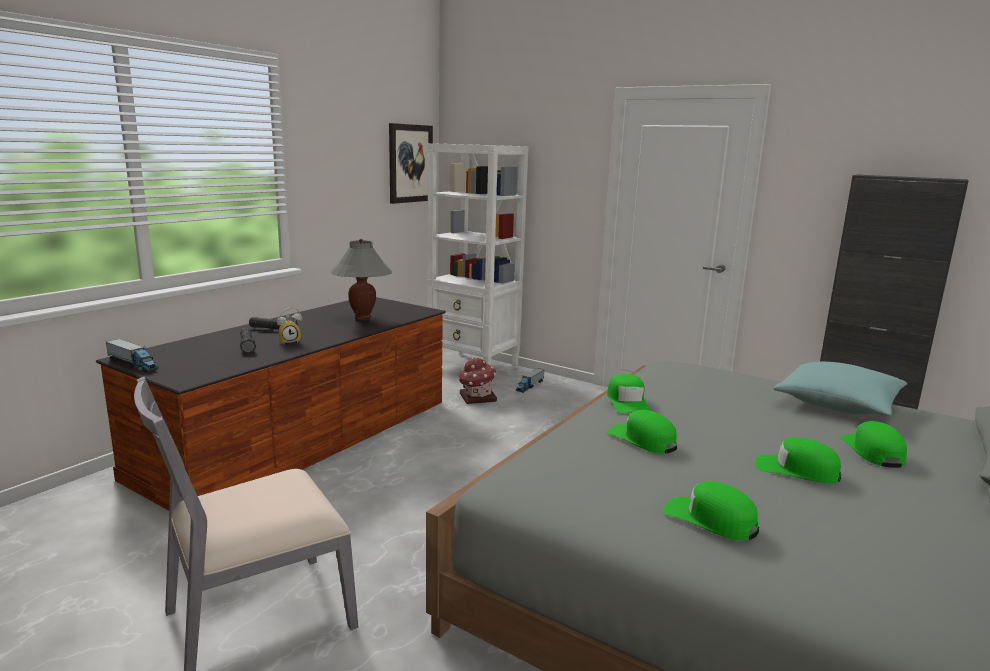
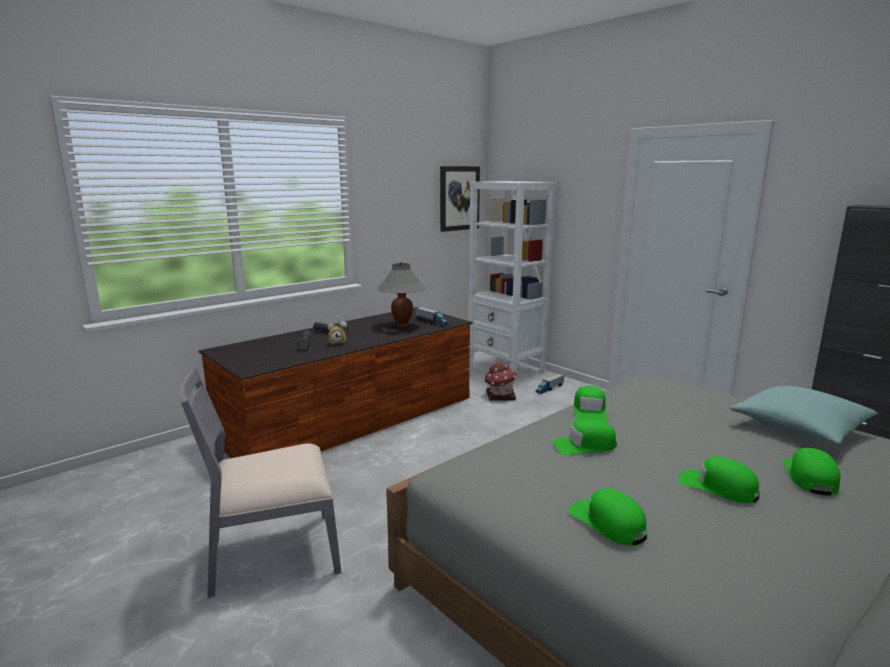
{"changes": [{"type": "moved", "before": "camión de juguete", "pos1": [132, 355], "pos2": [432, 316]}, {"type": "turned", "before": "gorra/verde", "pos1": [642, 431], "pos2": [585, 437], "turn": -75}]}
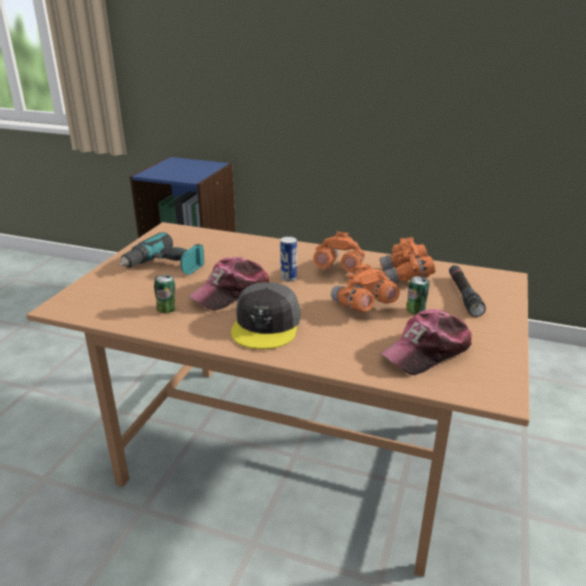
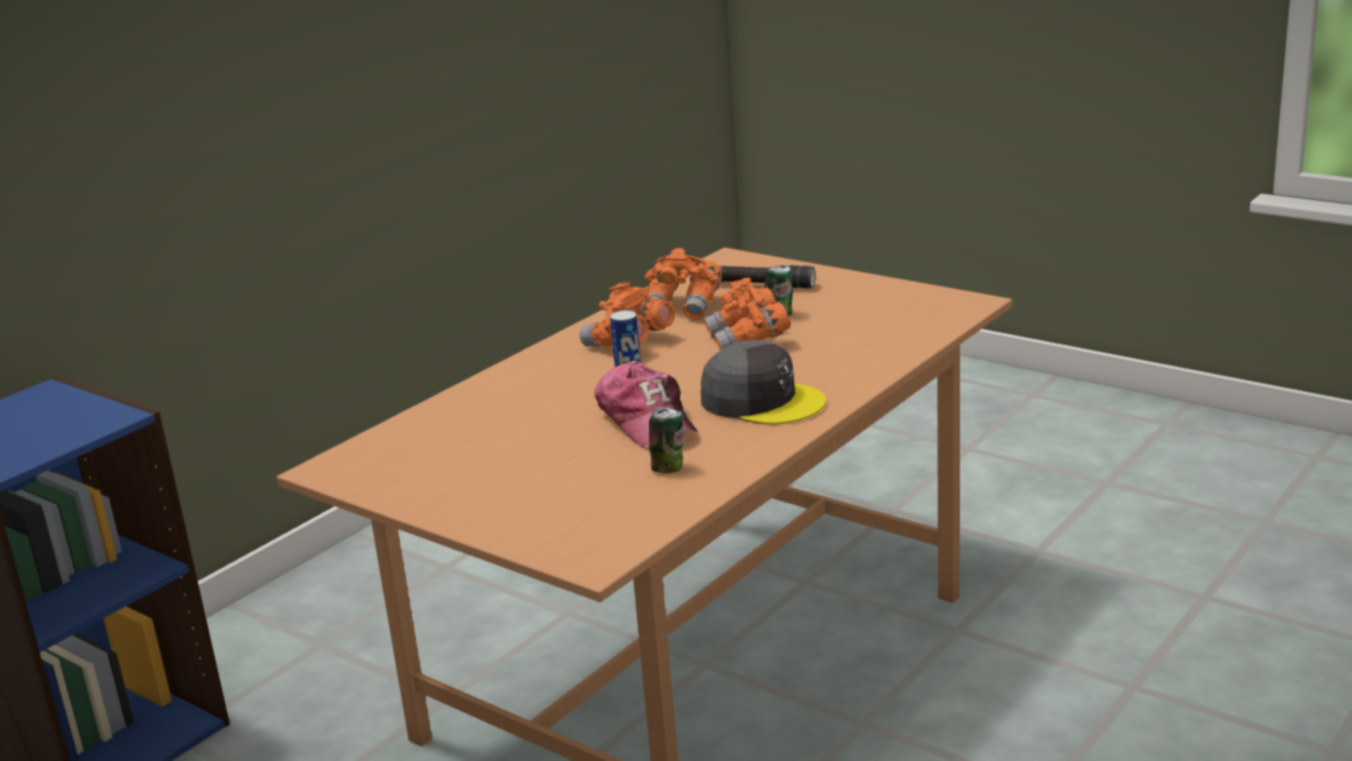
{"changes": [{"type": "removed", "before": "taladro", "pos1": [161, 253]}, {"type": "removed", "before": "gorra", "pos1": [426, 342]}]}
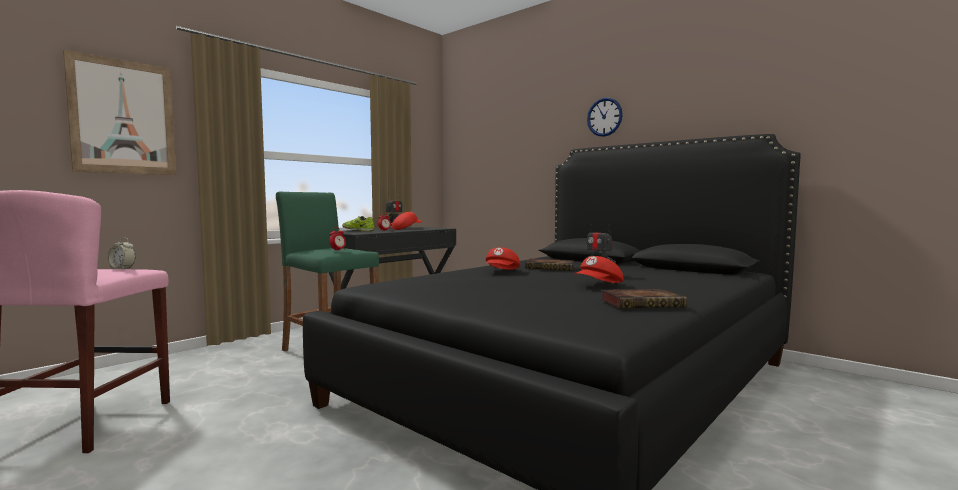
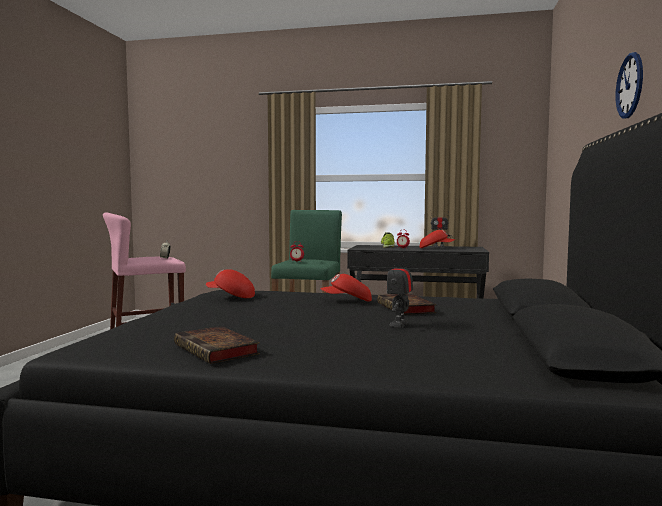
{"changes": [{"type": "removed", "before": "cuadro", "pos1": [119, 112]}, {"type": "moved", "before": "gorra/rojo", "pos1": [599, 269], "pos2": [230, 283]}]}
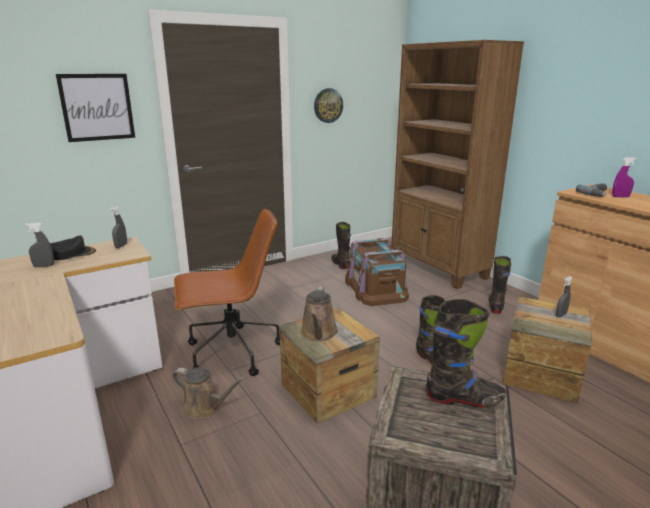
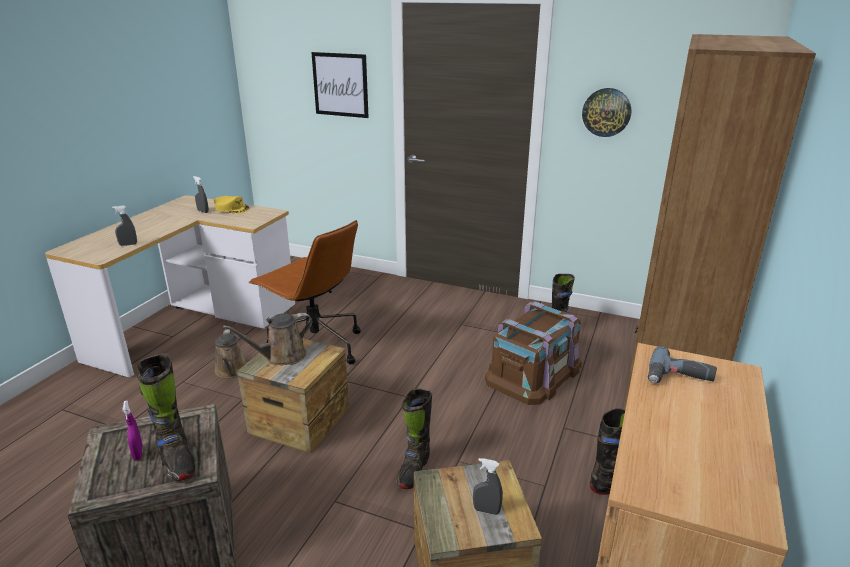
{"changes": [{"type": "moved", "before": "pulverizador/gris", "pos1": [118, 227], "pos2": [124, 225]}, {"type": "moved", "before": "pulverizador/morado", "pos1": [624, 177], "pos2": [133, 430]}, {"type": "recoloured", "before": "gorra/negro", "after": "gorra/amarillo", "pos1": [73, 247], "pos2": [232, 205]}]}
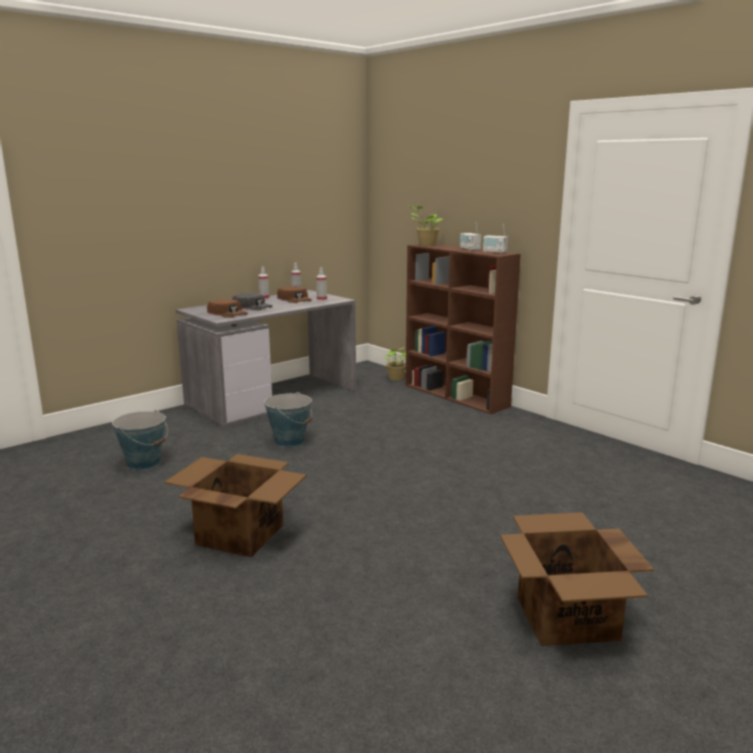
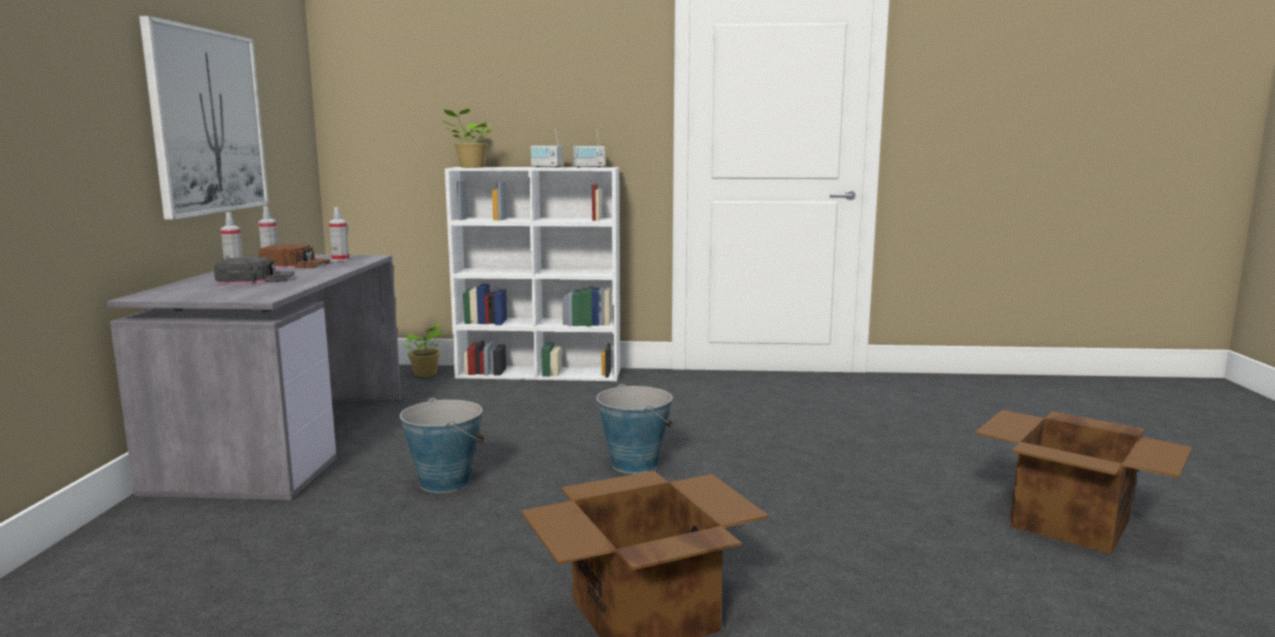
{"changes": [{"type": "removed", "before": "gorra/marrón", "pos1": [227, 308]}, {"type": "added", "after": "cuadro", "pos2": [204, 118]}, {"type": "moved", "before": "cubo", "pos1": [140, 440], "pos2": [635, 428]}, {"type": "recoloured", "before": "estantería/marrón", "after": "estantería/blanco", "pos1": [462, 329], "pos2": [532, 274]}]}
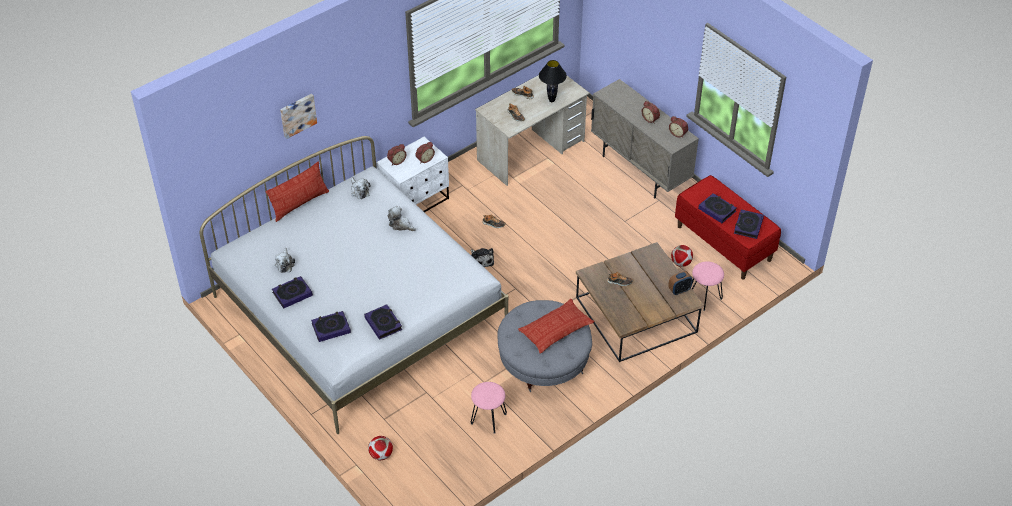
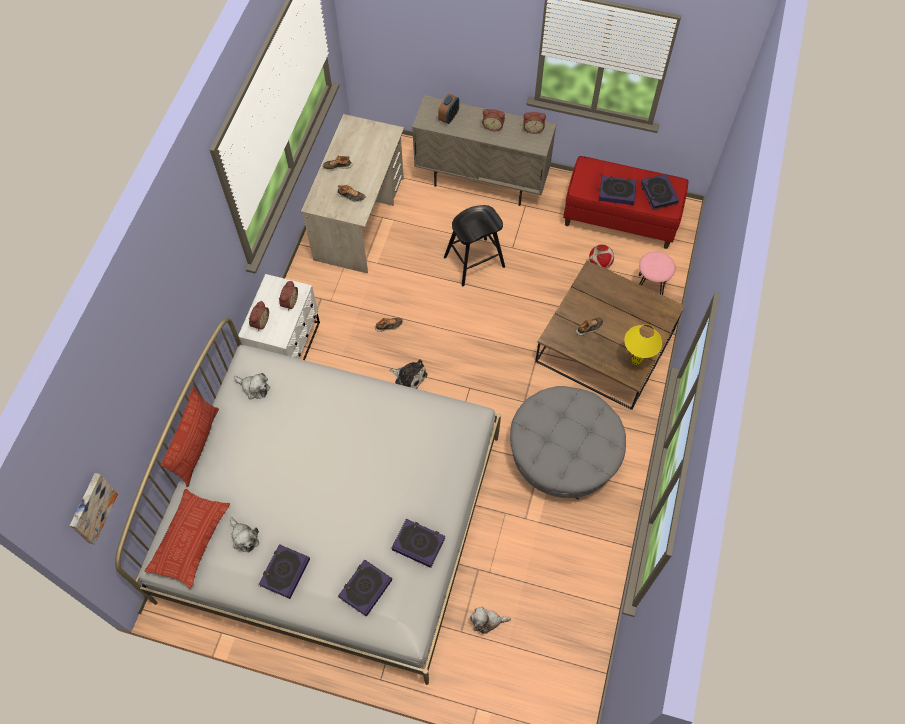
{"changes": [{"type": "removed", "before": "balón de fútbol", "pos1": [380, 448]}, {"type": "removed", "before": "taburete/rosa", "pos1": [489, 408]}, {"type": "removed", "before": "lámpara de mesa/negro", "pos1": [553, 81]}, {"type": "added", "after": "taburete/negro", "pos2": [474, 245]}, {"type": "added", "after": "lámpara de mesa/amarillo", "pos2": [643, 344]}, {"type": "moved", "before": "cuadro", "pos1": [298, 116], "pos2": [94, 509]}, {"type": "moved", "before": "peluche", "pos1": [402, 218], "pos2": [490, 620]}, {"type": "moved", "before": "cojín", "pos1": [556, 326], "pos2": [187, 539]}, {"type": "moved", "before": "despertador", "pos1": [680, 283], "pos2": [448, 109]}]}
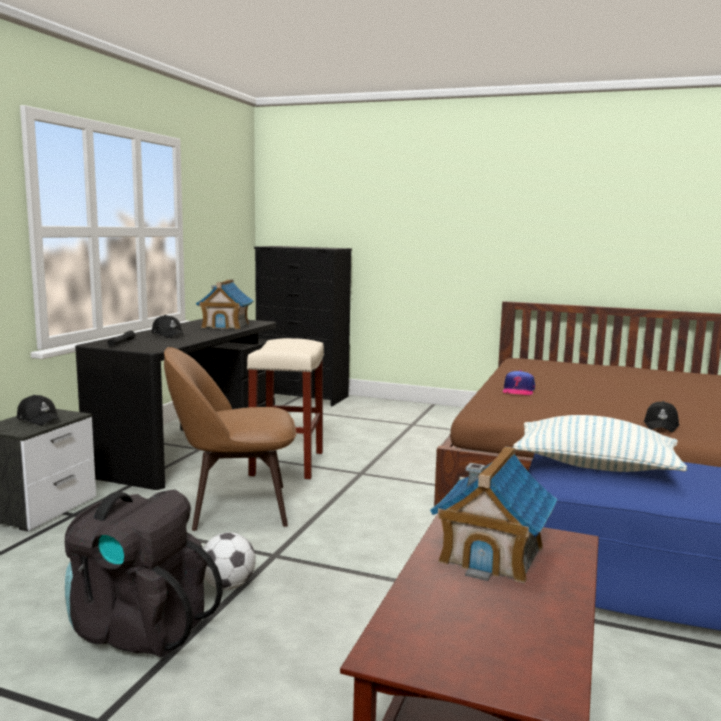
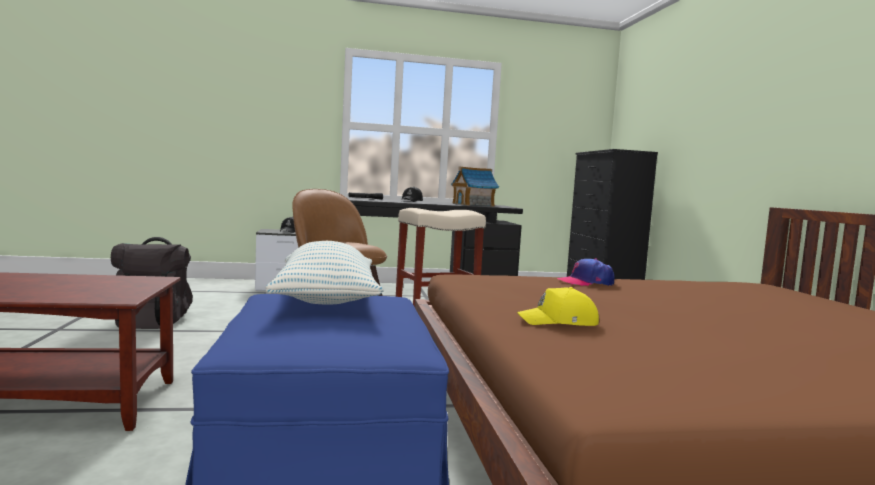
{"changes": [{"type": "removed", "before": "balón de fútbol", "pos1": [229, 561]}, {"type": "removed", "before": "casita", "pos1": [493, 514]}, {"type": "recoloured", "before": "gorra/negro", "after": "gorra/amarillo", "pos1": [661, 416], "pos2": [558, 306]}]}
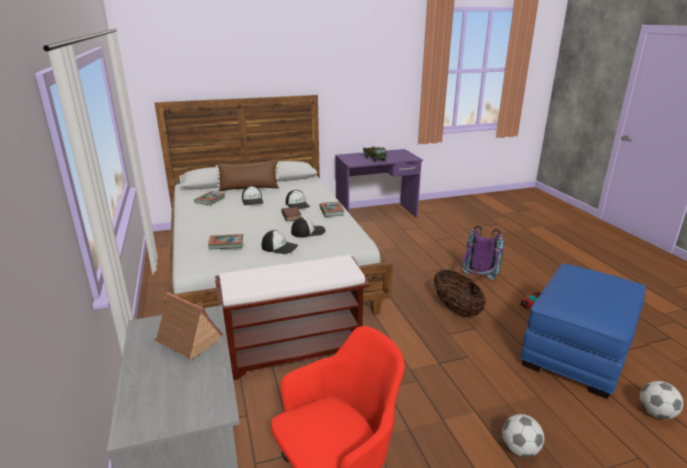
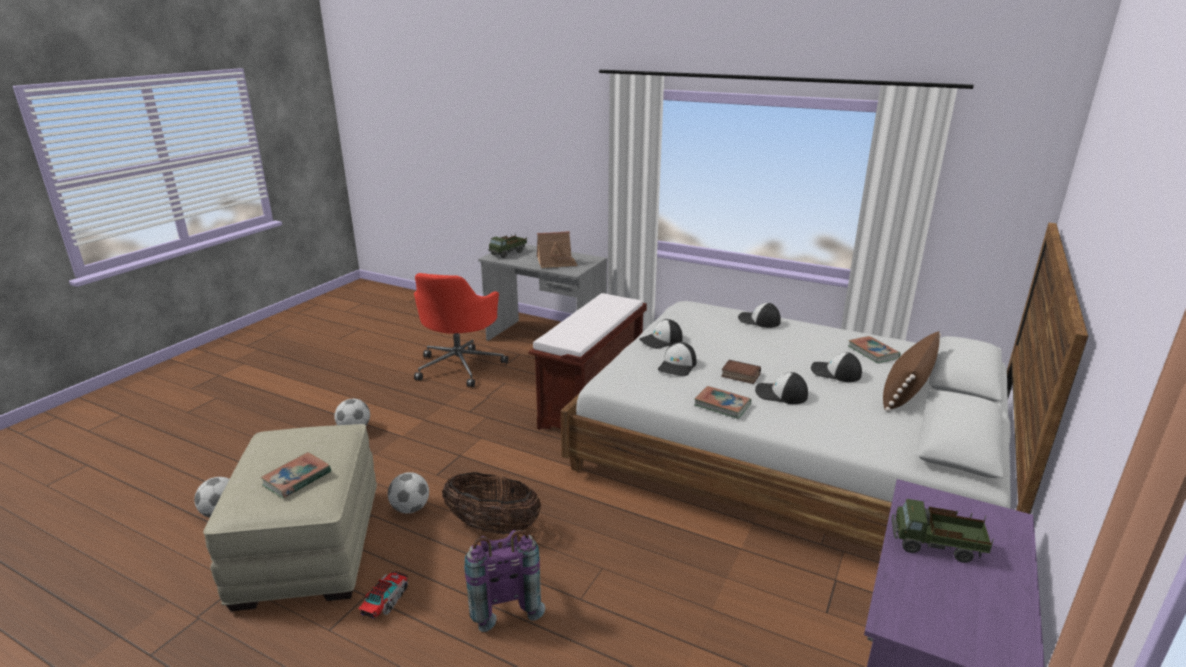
{"changes": [{"type": "added", "after": "balón de fútbol", "pos2": [408, 492]}, {"type": "added", "after": "camión de juguete", "pos2": [507, 245]}, {"type": "added", "after": "gorra", "pos2": [759, 315]}, {"type": "moved", "before": "libro", "pos1": [225, 242], "pos2": [295, 475]}, {"type": "recoloured", "before": "puf/azul", "after": "puf/beis", "pos1": [583, 331], "pos2": [290, 517]}]}
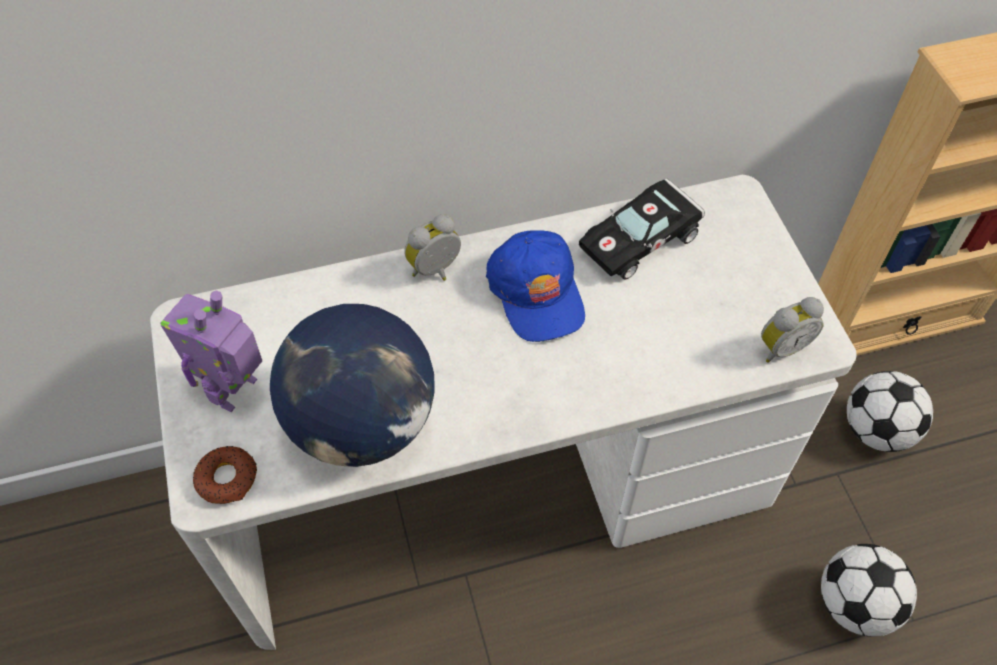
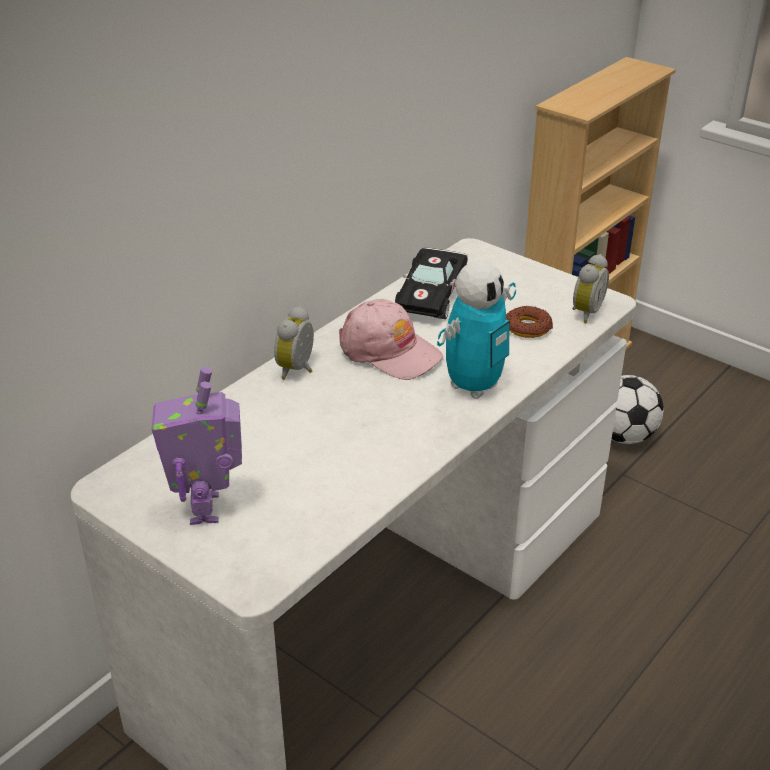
{"changes": [{"type": "removed", "before": "globo terráqueo", "pos1": [352, 385]}, {"type": "removed", "before": "balón de fútbol", "pos1": [869, 590]}, {"type": "added", "after": "robot de juguete", "pos2": [476, 330]}, {"type": "moved", "before": "rosquilla", "pos1": [225, 475], "pos2": [529, 322]}, {"type": "recoloured", "before": "gorra/azul", "after": "gorra/rosa", "pos1": [535, 286], "pos2": [391, 339]}]}
